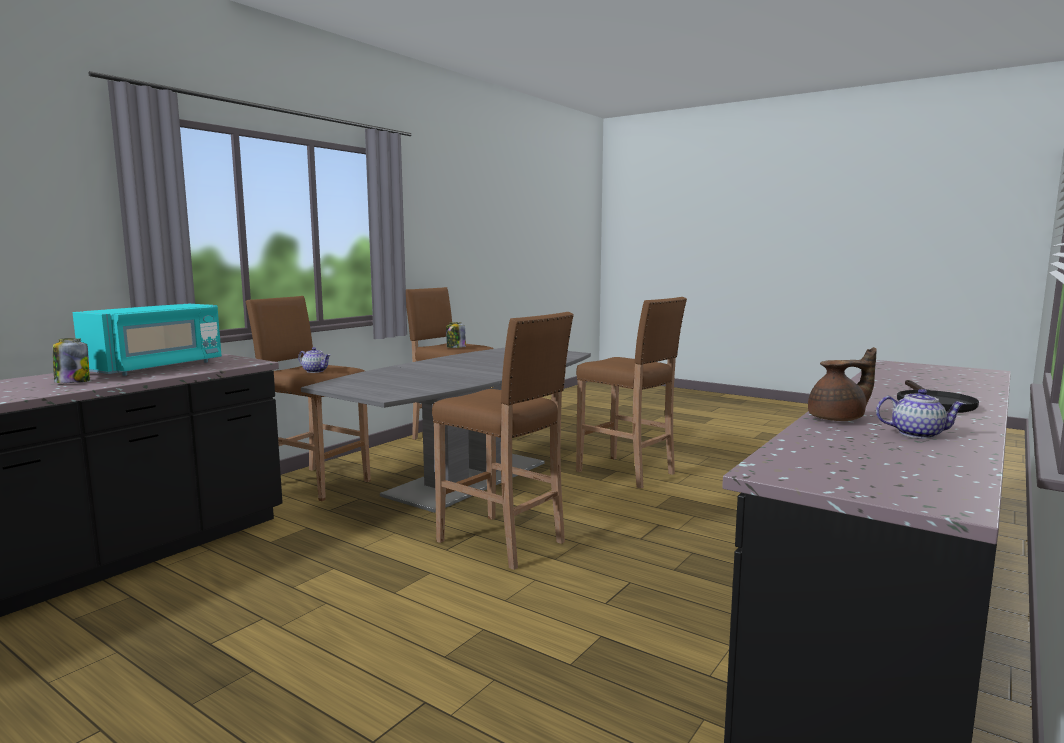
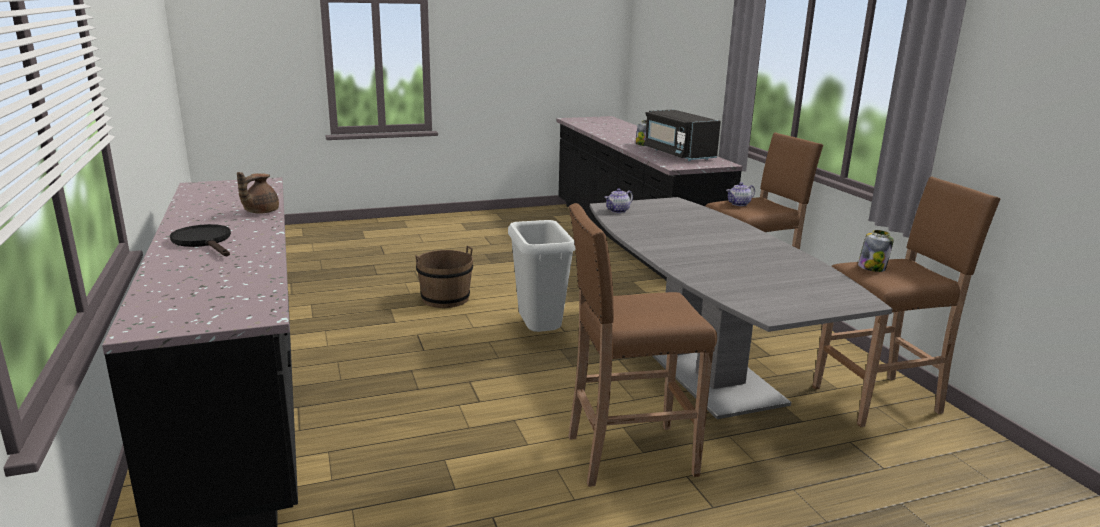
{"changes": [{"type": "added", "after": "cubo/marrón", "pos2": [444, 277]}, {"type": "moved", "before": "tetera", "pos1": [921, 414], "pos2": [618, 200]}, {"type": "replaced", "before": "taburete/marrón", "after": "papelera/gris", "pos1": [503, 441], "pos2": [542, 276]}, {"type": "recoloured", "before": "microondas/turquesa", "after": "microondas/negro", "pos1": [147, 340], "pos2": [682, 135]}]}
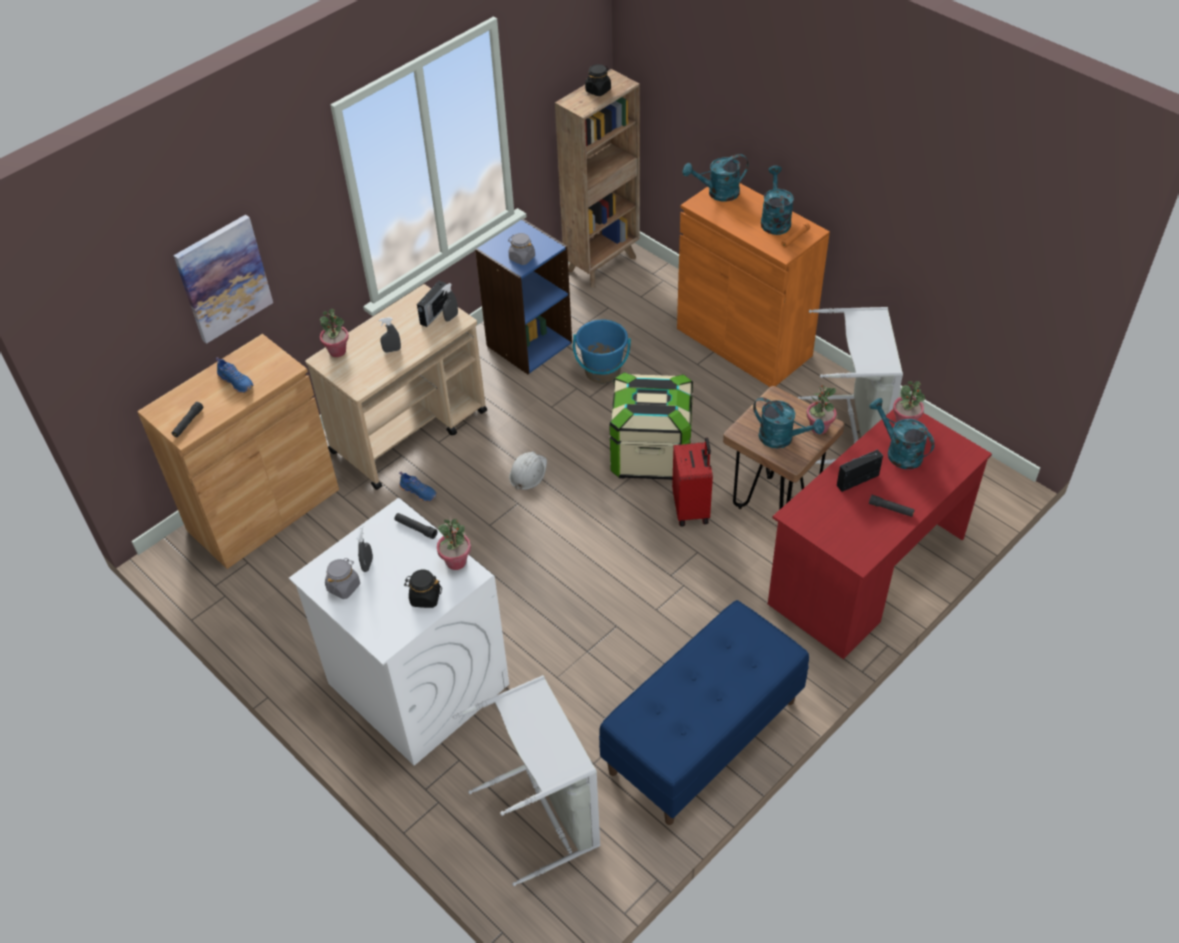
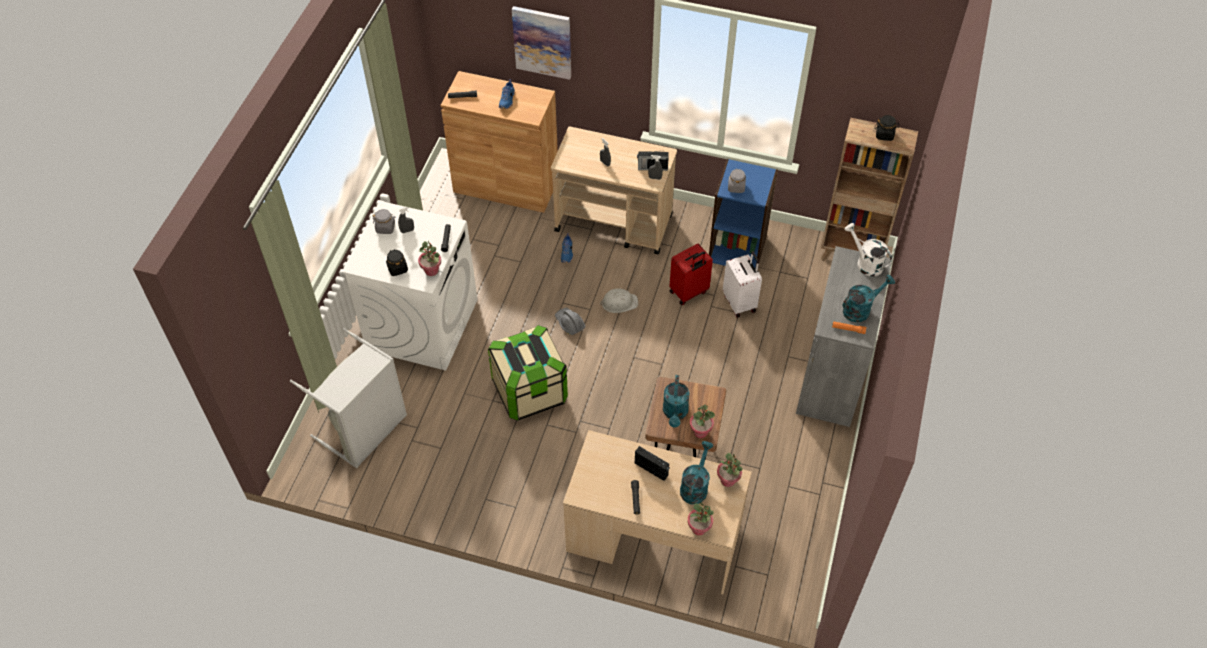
{"changes": [{"type": "removed", "before": "banco/azul", "pos1": [704, 712]}, {"type": "removed", "before": "cesto de la ropa/gris", "pos1": [850, 385]}, {"type": "added", "after": "casco/gris", "pos2": [570, 321]}, {"type": "moved", "before": "planta en maceta", "pos1": [334, 333], "pos2": [701, 519]}, {"type": "moved", "before": "caja de almacenaje", "pos1": [651, 426], "pos2": [528, 373]}, {"type": "moved", "before": "maleta/rojo", "pos1": [692, 482], "pos2": [691, 274]}, {"type": "replaced", "before": "cubo/azul", "after": "maleta/blanco", "pos1": [602, 351], "pos2": [742, 285]}, {"type": "recoloured", "before": "armario/naranja", "after": "armario/gris", "pos1": [753, 285], "pos2": [844, 336]}, {"type": "recoloured", "before": "regadera/turquesa", "after": "regadera/blanco", "pos1": [716, 178], "pos2": [868, 249]}, {"type": "recoloured", "before": "escritorio/rojo", "after": "escritorio/beis", "pos1": [880, 534], "pos2": [657, 512]}]}
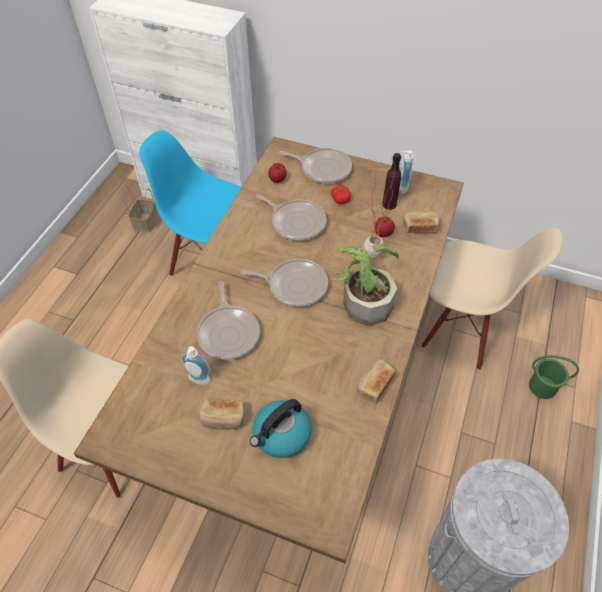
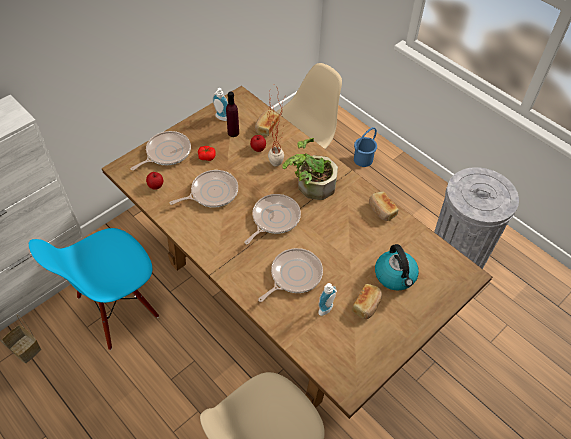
{"changes": [{"type": "recoloured", "before": "cubo/verde", "after": "cubo/azul", "pos1": [554, 377], "pos2": [365, 147]}, {"type": "turned", "before": "sartén", "pos1": [228, 320], "pos2": [290, 275], "turn": -60}]}
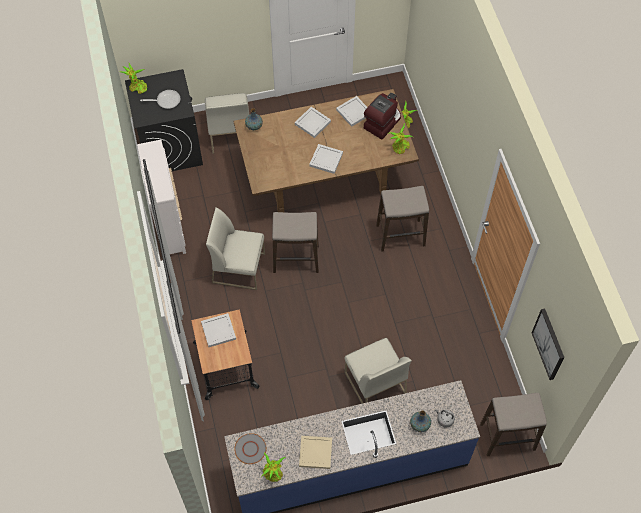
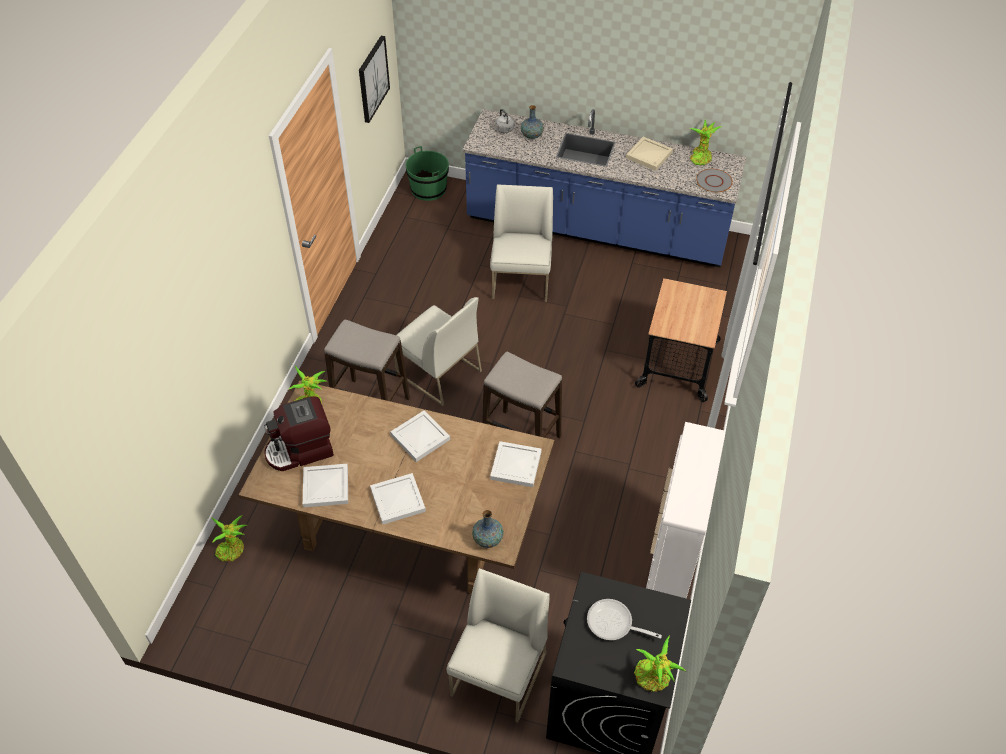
{"changes": [{"type": "moved", "before": "bandeja/blanco", "pos1": [218, 330], "pos2": [516, 464]}, {"type": "moved", "before": "silla/blanco", "pos1": [235, 248], "pos2": [438, 351]}, {"type": "replaced", "before": "taburete", "after": "cubo/verde", "pos1": [513, 424], "pos2": [427, 173]}]}
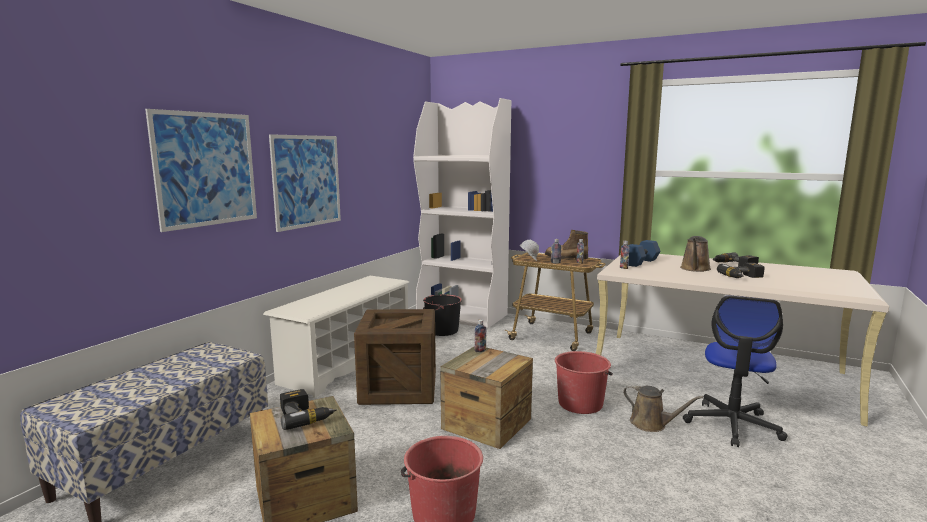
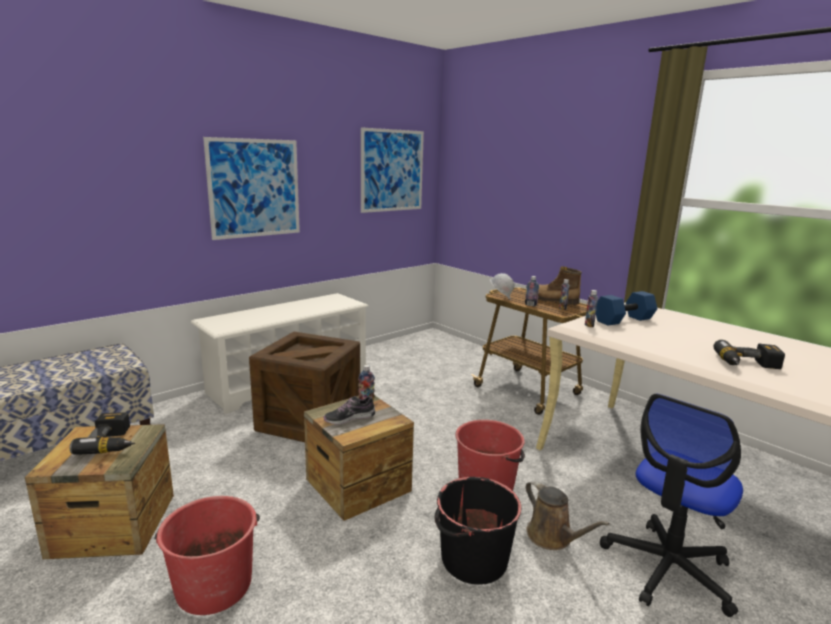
{"changes": [{"type": "removed", "before": "estantería/blanco", "pos1": [462, 213]}, {"type": "removed", "before": "regadera/marrón", "pos1": [695, 254]}, {"type": "removed", "before": "taladro", "pos1": [735, 259]}, {"type": "added", "after": "zapato", "pos2": [349, 410]}, {"type": "moved", "before": "cuadro", "pos1": [201, 170], "pos2": [392, 170]}, {"type": "moved", "before": "cubo/negro", "pos1": [442, 315], "pos2": [477, 531]}]}
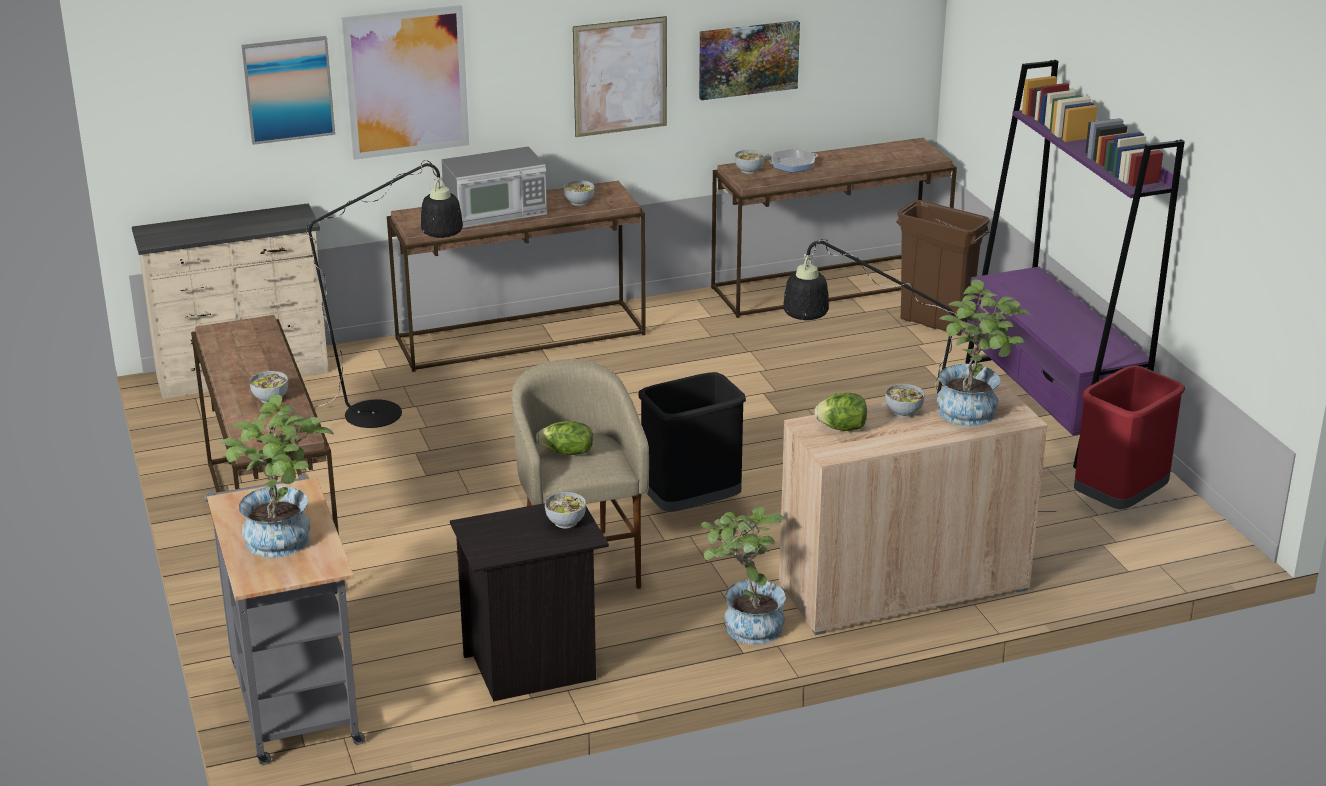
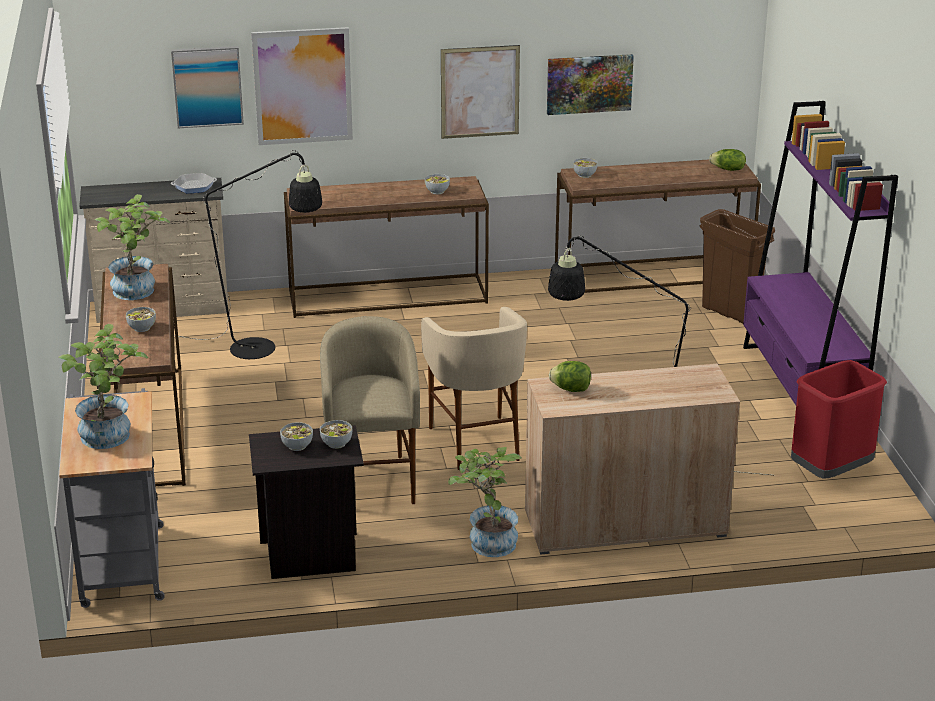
{"changes": [{"type": "removed", "before": "microondas", "pos1": [494, 187]}, {"type": "moved", "before": "lechuga", "pos1": [564, 438], "pos2": [727, 160]}, {"type": "moved", "before": "sartén", "pos1": [793, 160], "pos2": [194, 183]}, {"type": "moved", "before": "cuenco", "pos1": [905, 401], "pos2": [296, 436]}, {"type": "moved", "before": "planta en maceta", "pos1": [984, 352], "pos2": [132, 247]}, {"type": "replaced", "before": "papelera/negro", "after": "taburete/beis", "pos1": [692, 442], "pos2": [474, 388]}]}
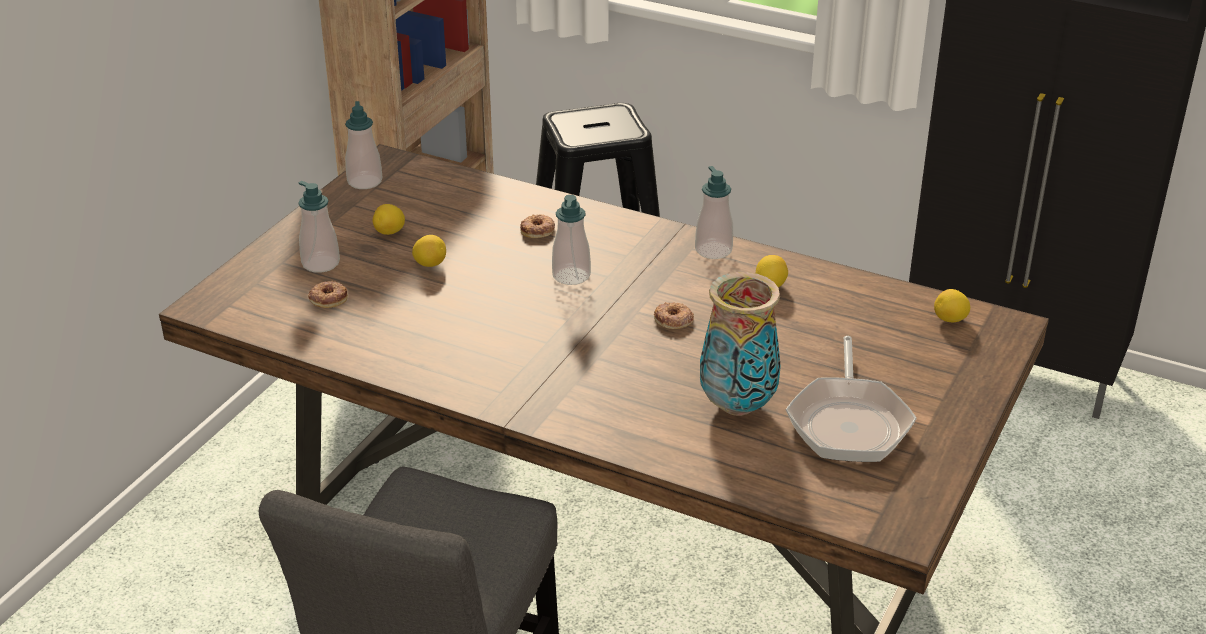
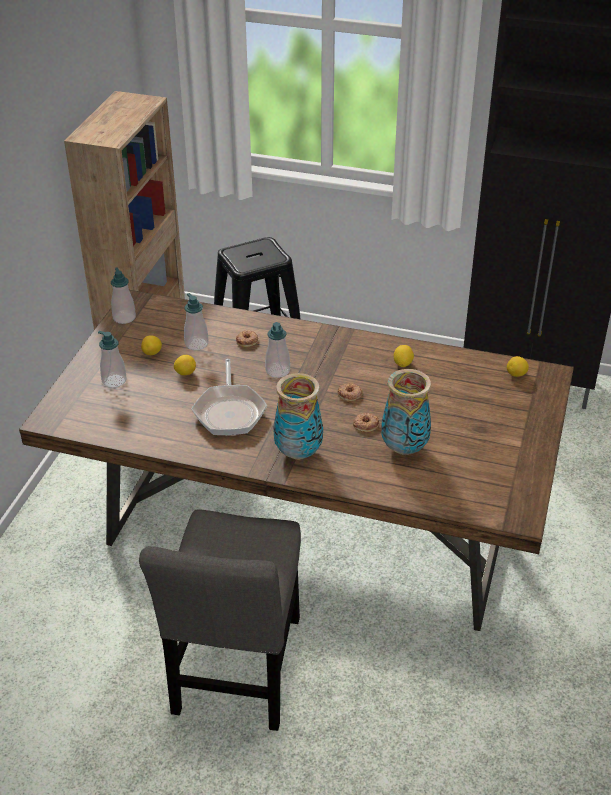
{"changes": [{"type": "added", "after": "florero", "pos2": [298, 416]}, {"type": "moved", "before": "rosquilla", "pos1": [328, 294], "pos2": [366, 422]}, {"type": "moved", "before": "dispensador de jabón", "pos1": [714, 212], "pos2": [196, 321]}, {"type": "moved", "before": "sartén", "pos1": [851, 399], "pos2": [229, 397]}]}
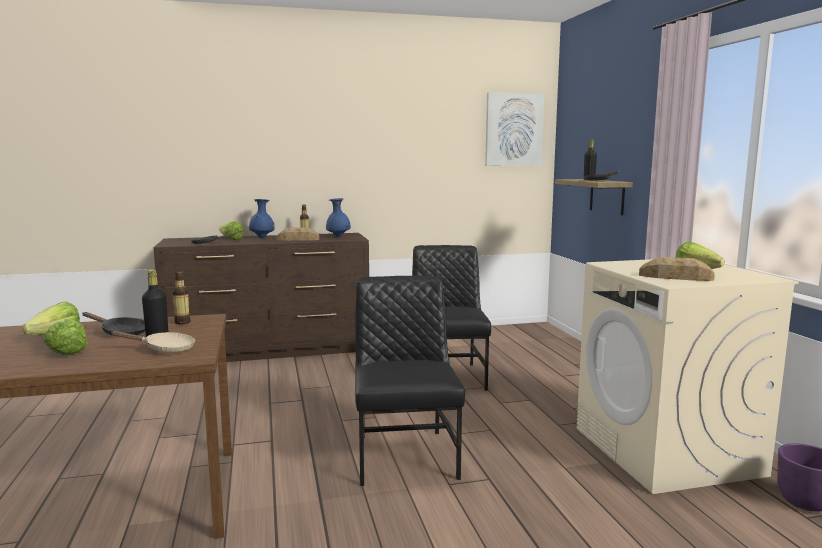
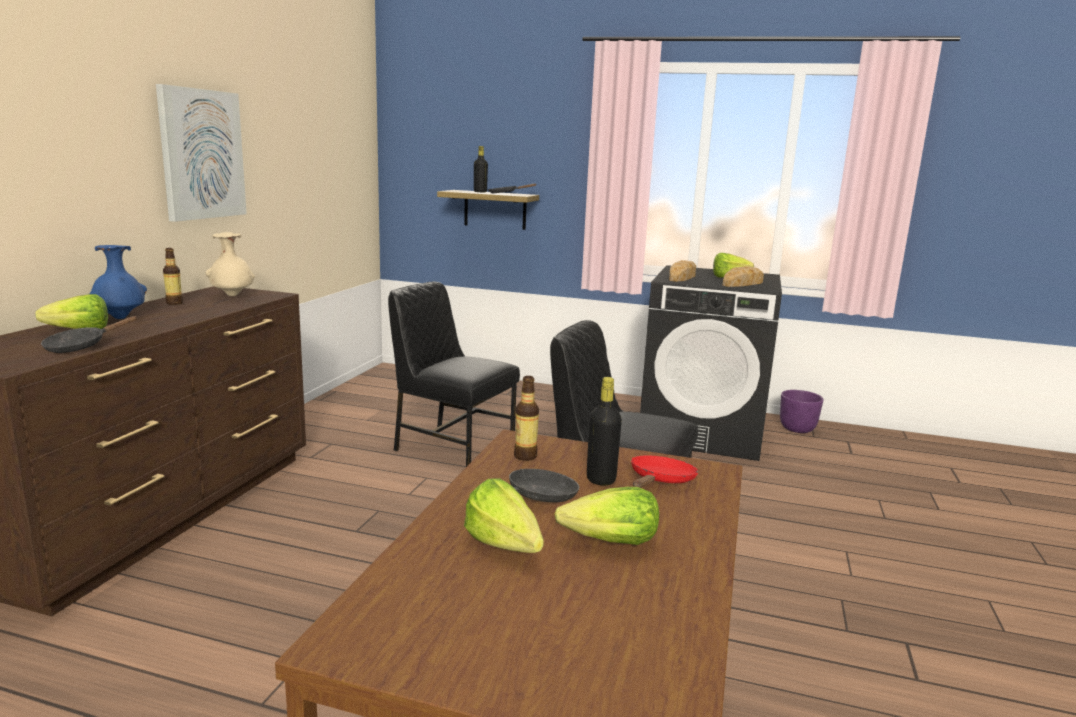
{"changes": [{"type": "moved", "before": "pan", "pos1": [297, 234], "pos2": [682, 271]}, {"type": "moved", "before": "cuadro", "pos1": [514, 129], "pos2": [201, 153]}, {"type": "recoloured", "before": "sartén/beis", "after": "sartén/rojo", "pos1": [152, 342], "pos2": [664, 471]}, {"type": "recoloured", "before": "florero/azul", "after": "florero/beis", "pos1": [338, 217], "pos2": [230, 264]}, {"type": "recoloured", "before": "lavadora/beis", "after": "lavadora/negro", "pos1": [687, 376], "pos2": [711, 363]}]}
